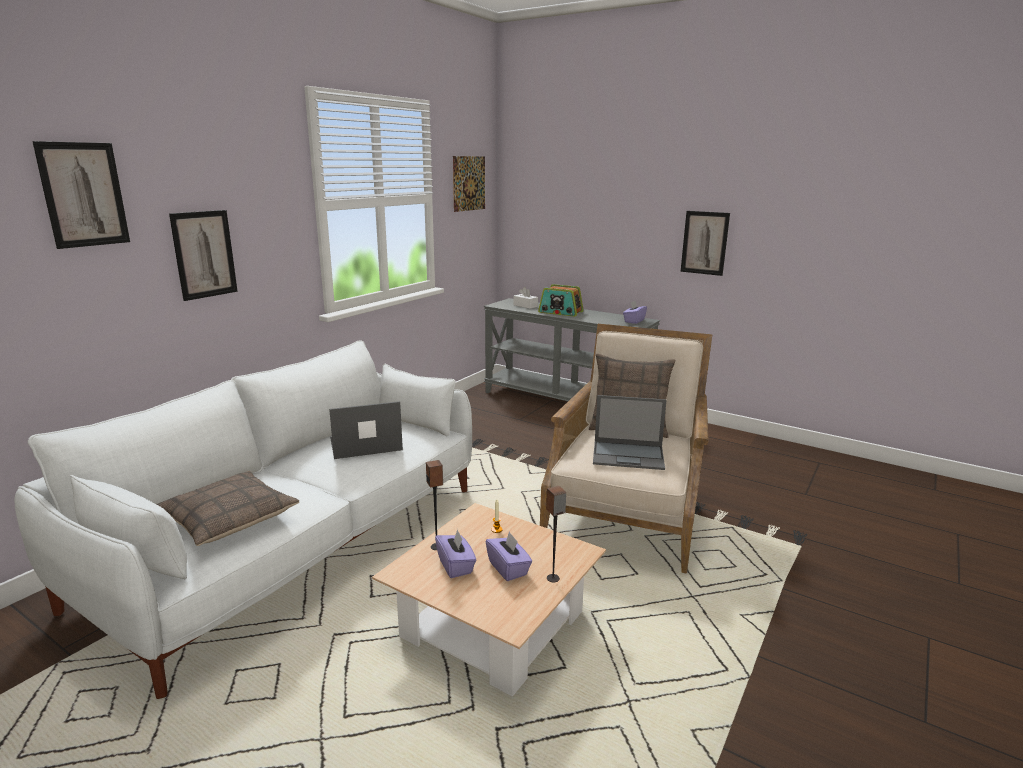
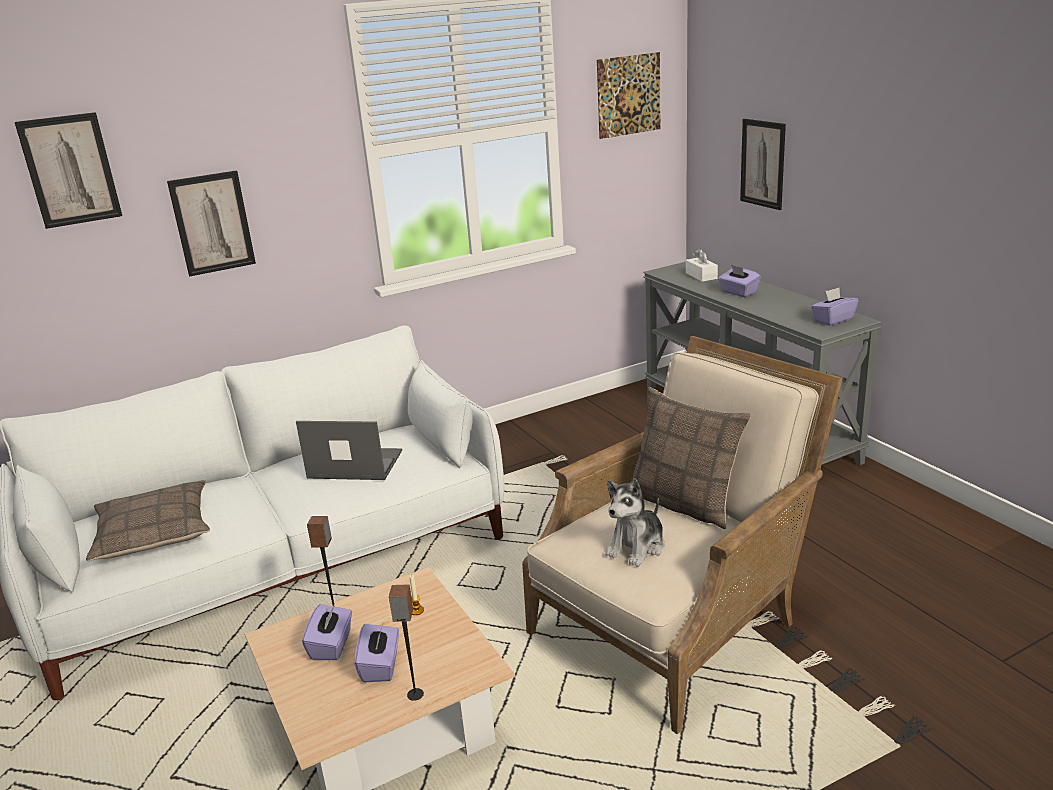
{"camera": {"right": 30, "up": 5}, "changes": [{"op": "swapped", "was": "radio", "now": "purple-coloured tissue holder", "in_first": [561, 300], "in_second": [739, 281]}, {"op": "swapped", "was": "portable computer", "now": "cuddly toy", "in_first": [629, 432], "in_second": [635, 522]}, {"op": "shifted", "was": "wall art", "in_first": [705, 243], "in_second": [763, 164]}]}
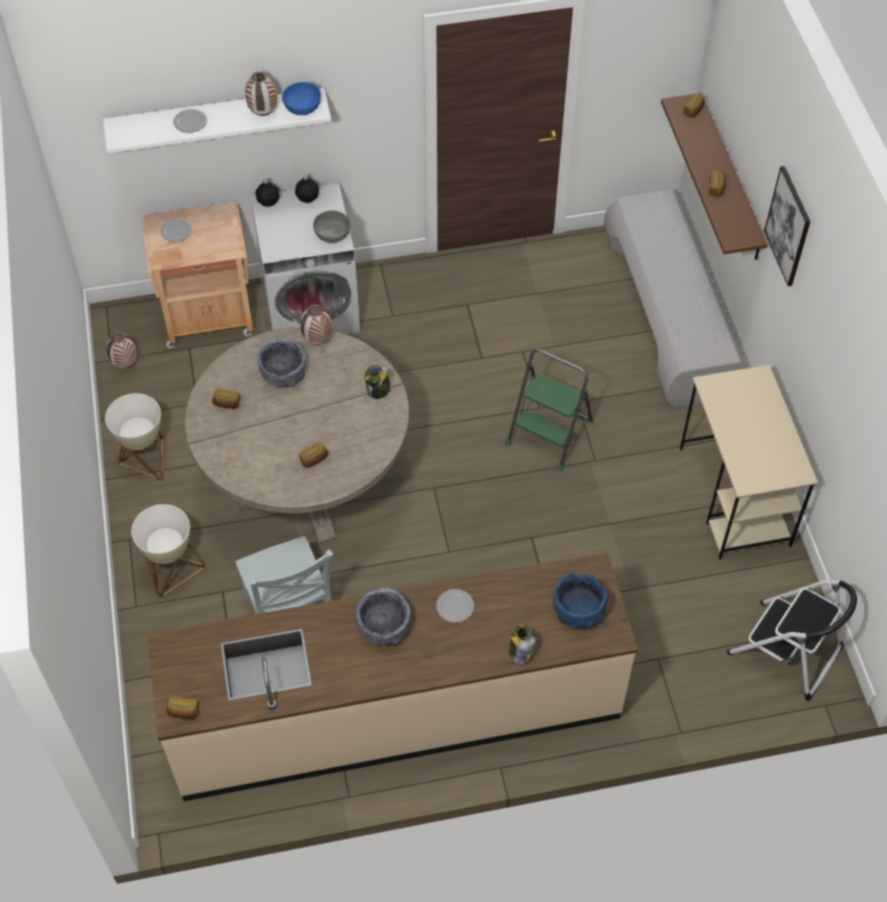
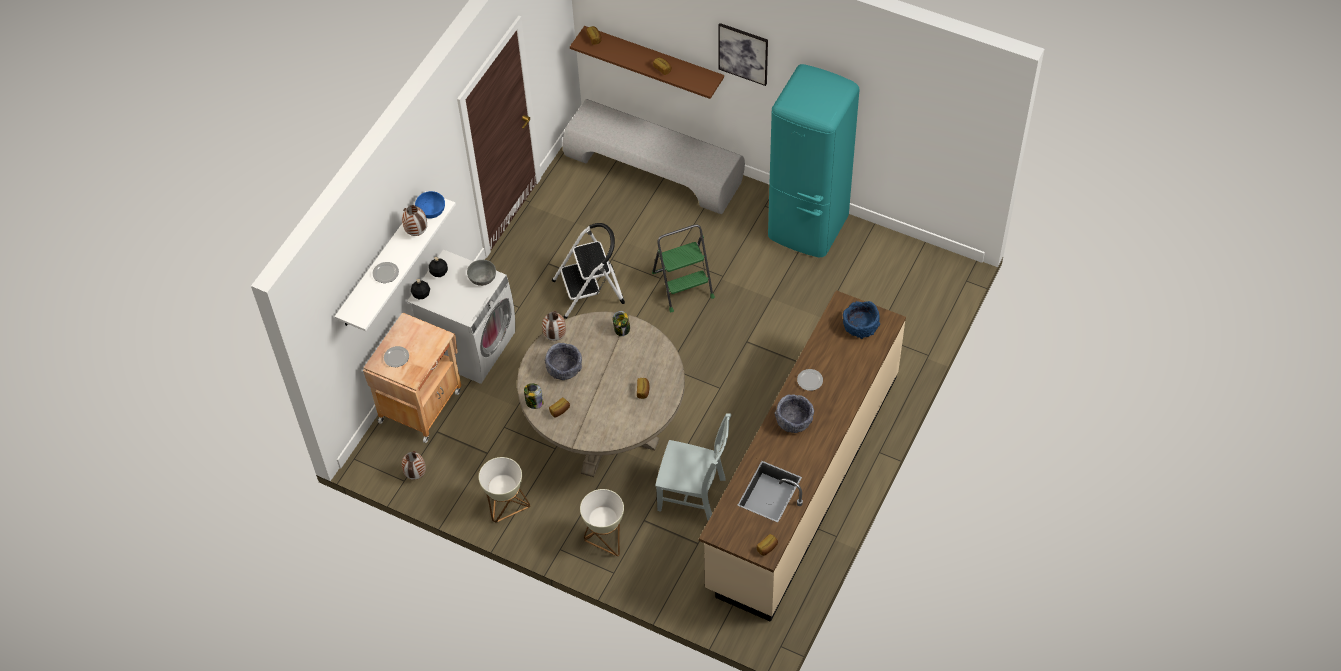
{"camera": {"right": -50, "up": 0}, "changes": [{"op": "shifted", "was": "jar", "in_first": [522, 645], "in_second": [534, 396]}, {"op": "swapped", "was": "beige-coloured desk", "now": "turquoise-coloured refrigerator", "in_first": [749, 462], "in_second": [814, 160]}, {"op": "shifted", "was": "stepladder", "in_first": [792, 640], "in_second": [588, 271]}]}
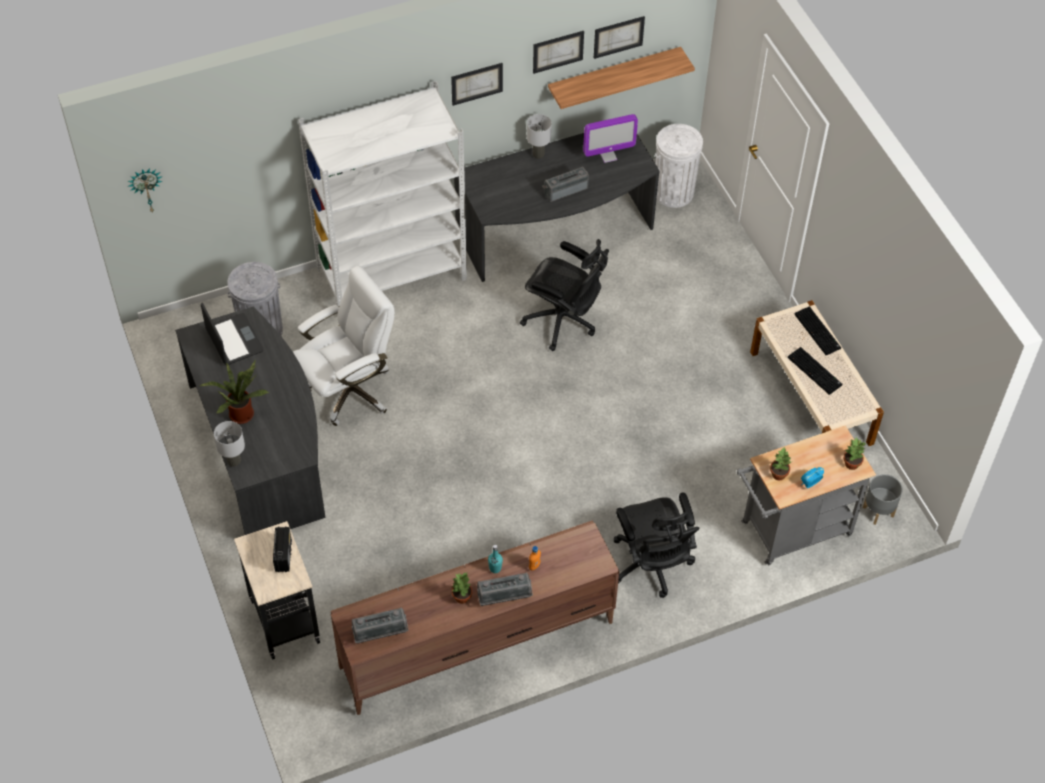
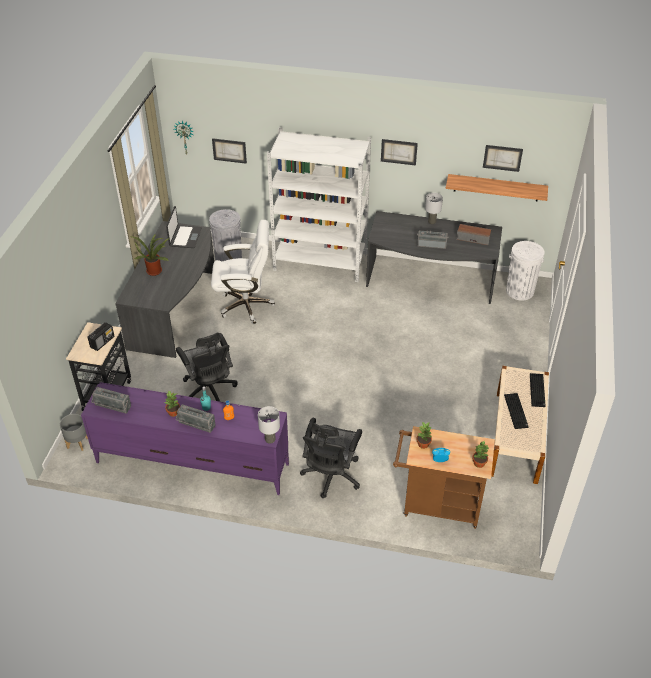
{"camera": {"right": 35, "up": -10}, "changes": [{"op": "shifted", "was": "white-coloured lamp for a table", "in_first": [229, 444], "in_second": [269, 425]}, {"op": "repainted", "was": "brown cabinet", "now": "purple-coloured cabinet", "in_first": [475, 617], "in_second": [185, 438]}, {"op": "shifted", "was": "office chair", "in_first": [564, 295], "in_second": [207, 367]}, {"op": "shifted", "was": "wall art", "in_first": [558, 52], "in_second": [229, 151]}, {"op": "swapped", "was": "computer screen", "now": "audio speaker", "in_first": [610, 138], "in_second": [473, 234]}, {"op": "repainted", "was": "grey cart", "now": "brown cart", "in_first": [806, 495], "in_second": [444, 477]}, {"op": "shifted", "was": "grey plant pot", "in_first": [882, 499], "in_second": [74, 432]}]}
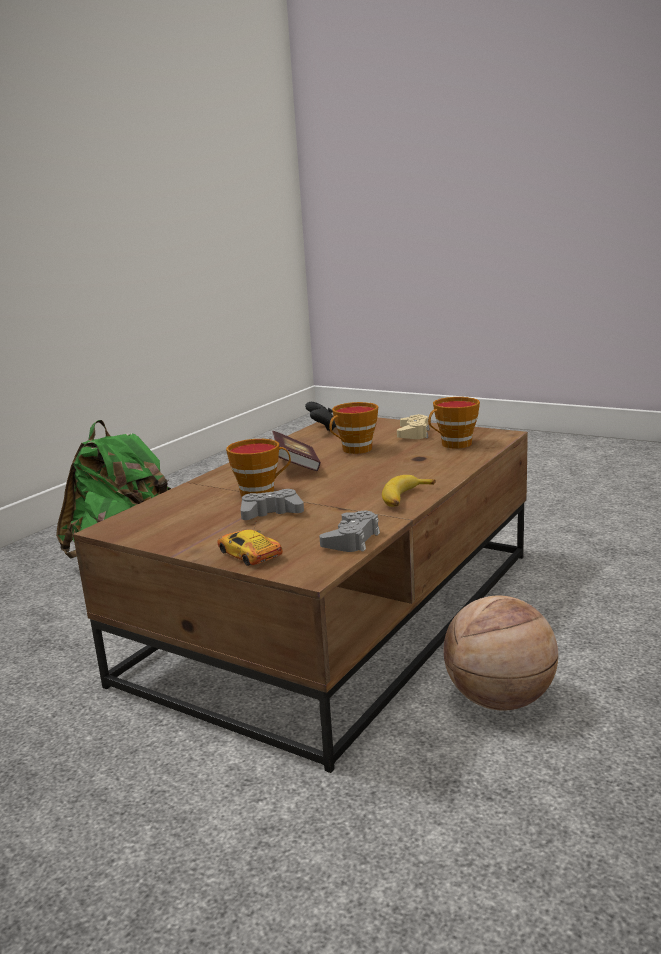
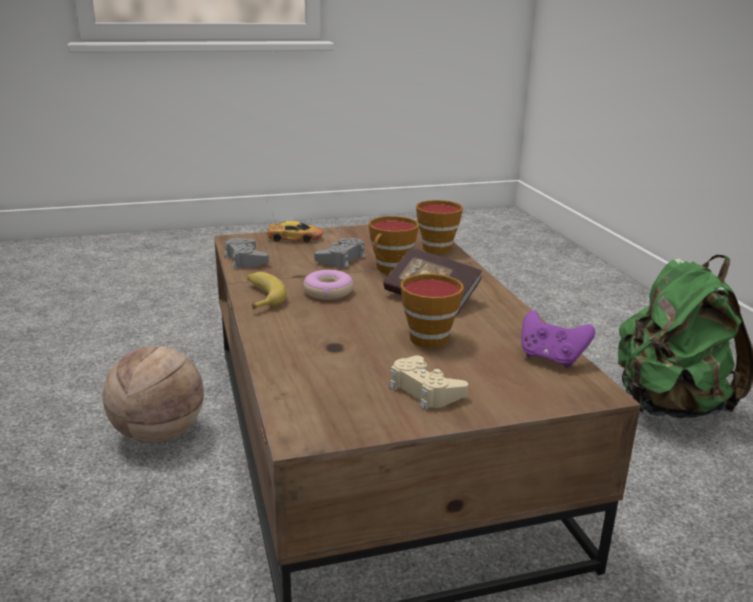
{"camera": {"right": 130, "up": 5}, "changes": [{"op": "repainted", "was": "black-coloured game controller", "now": "purple-coloured game controller", "in_first": [320, 416], "in_second": [558, 339]}, {"op": "shifted", "was": "cup", "in_first": [454, 423], "in_second": [439, 227]}, {"op": "new", "now": "ring doughnut", "in_second": [328, 285]}]}
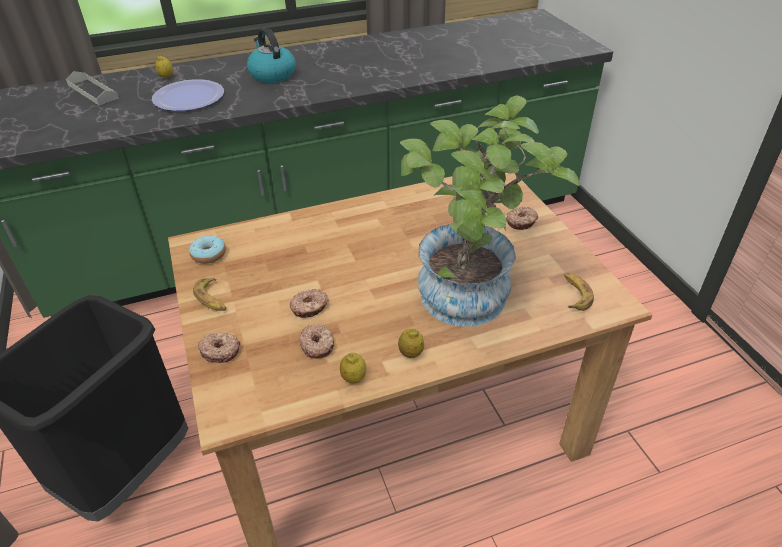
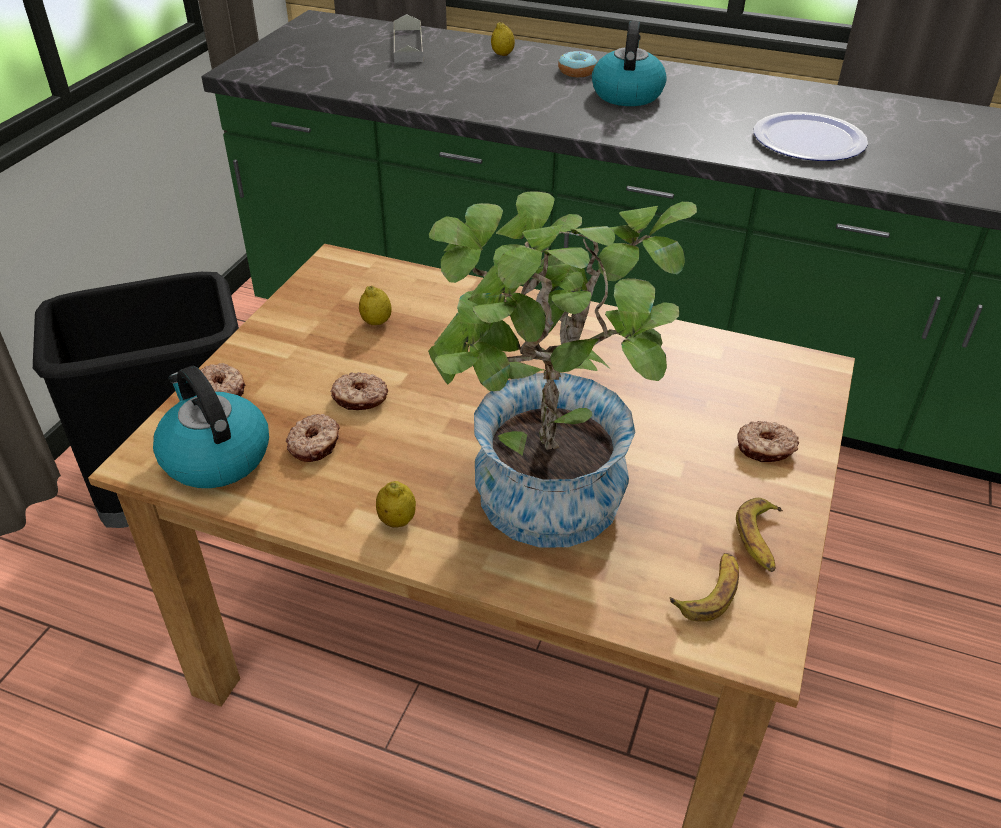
{"camera": {"right": 40, "up": 0}, "changes": [{"op": "shifted", "was": "flat dish", "in_first": [188, 95], "in_second": [811, 136]}, {"op": "shifted", "was": "ring doughnut", "in_first": [207, 250], "in_second": [577, 64]}, {"op": "shifted", "was": "banana fruit", "in_first": [209, 294], "in_second": [759, 535]}, {"op": "shifted", "was": "citrus fruit", "in_first": [353, 368], "in_second": [375, 305]}, {"op": "new", "now": "tea kettle", "in_second": [211, 427]}]}
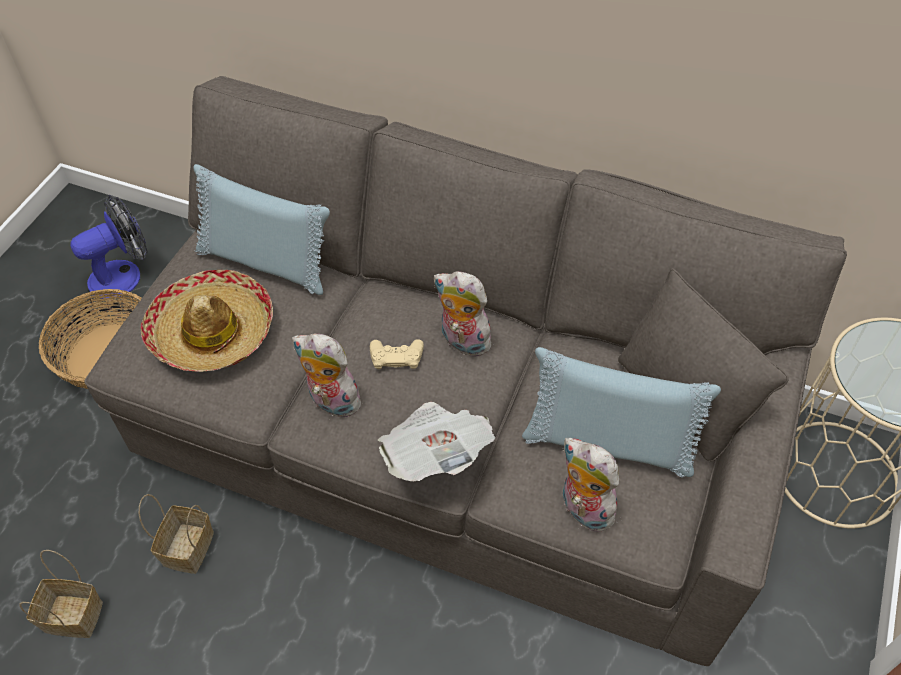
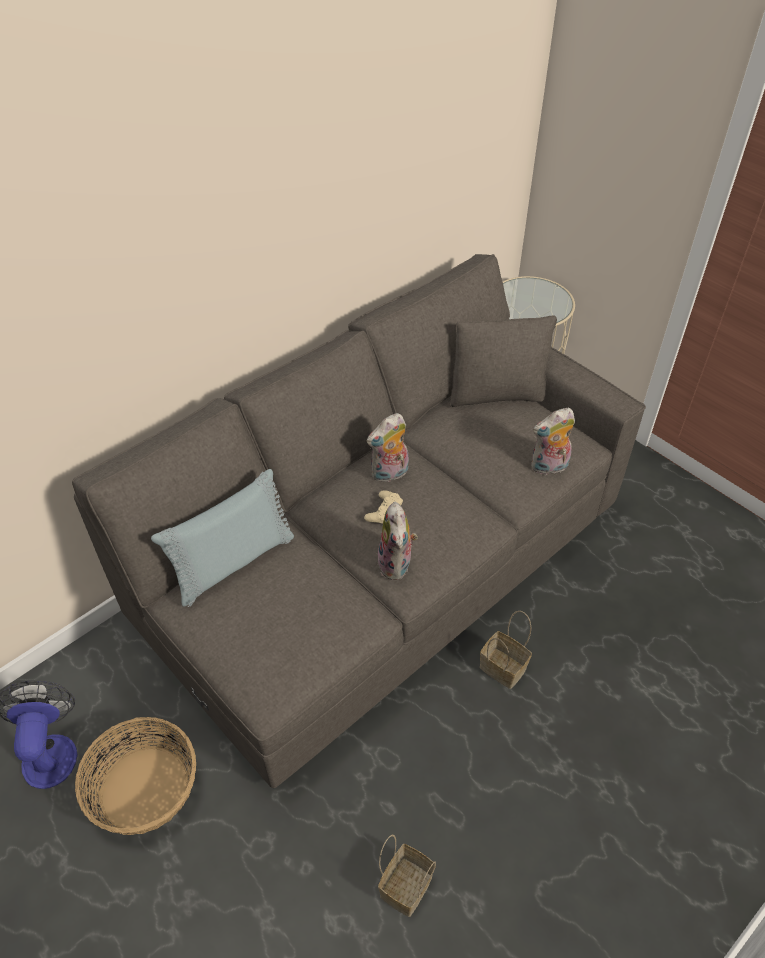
{"camera": {"right": -65, "up": -5}, "changes": [{"op": "shifted", "was": "basket", "in_first": [176, 534], "in_second": [506, 650]}, {"op": "gone", "was": "wearable hat", "in_first": [207, 321]}, {"op": "rotated", "was": "cuddly toy", "in_first": [326, 375], "in_second": [397, 541], "clockwise": -60}, {"op": "gone", "was": "newspaper", "in_first": [436, 441]}, {"op": "gone", "was": "blue-coloured pillow", "in_first": [621, 412]}]}
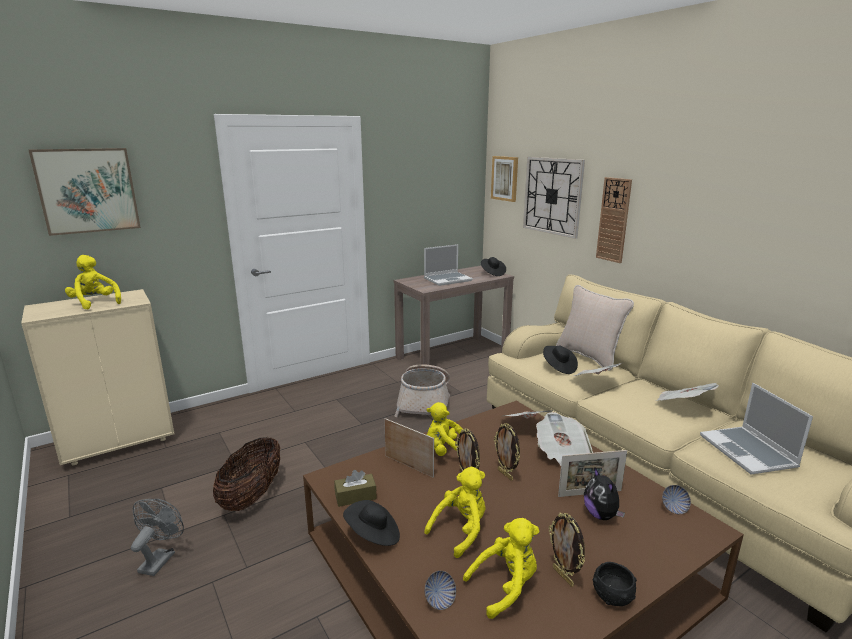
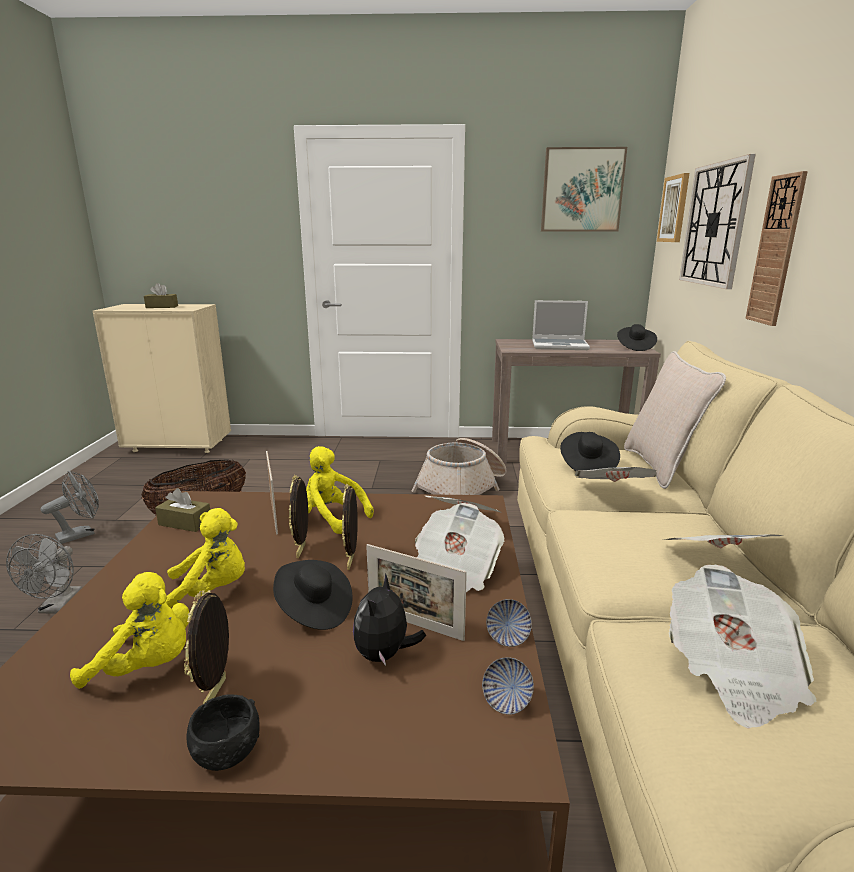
{"camera": {"right": 35, "up": 0}, "changes": [{"op": "shifted", "was": "wall art", "in_first": [85, 192], "in_second": [584, 189]}, {"op": "swapped", "was": "yellow cuddly toy", "now": "brown tissue holder", "in_first": [93, 282], "in_second": [161, 295]}, {"op": "shifted", "was": "black-coloured wearable hat", "in_first": [371, 523], "in_second": [313, 595]}, {"op": "shifted", "was": "serving bowl", "in_first": [440, 590], "in_second": [509, 623]}, {"op": "swapped", "was": "portable computer", "now": "newspaper", "in_first": [756, 428], "in_second": [742, 647]}, {"op": "new", "now": "grey fan", "in_second": [44, 574]}]}
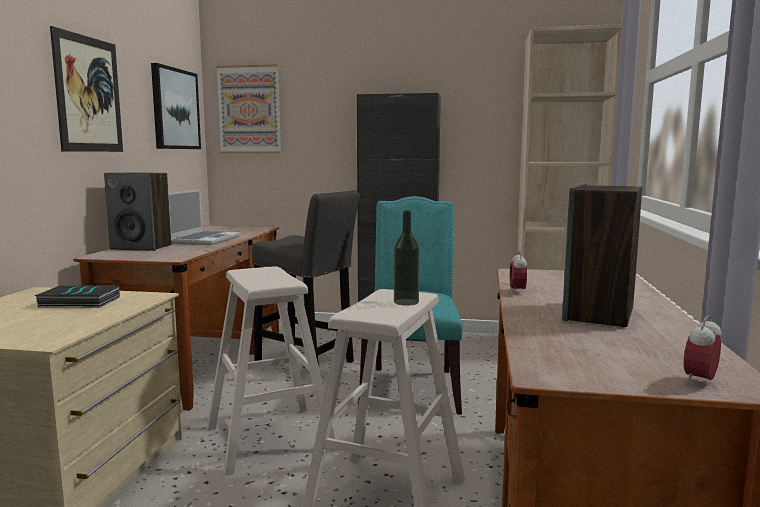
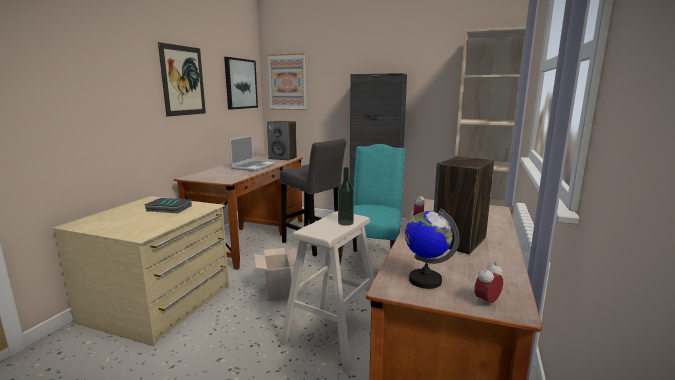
{"camera": {"right": 10, "up": 5}, "changes": [{"op": "shifted", "was": "audio speaker", "in_first": [137, 211], "in_second": [282, 140]}, {"op": "swapped", "was": "beige-coloured stool seat", "now": "cardboard box", "in_first": [271, 370], "in_second": [275, 274]}, {"op": "new", "now": "world globe", "in_second": [432, 249]}]}
